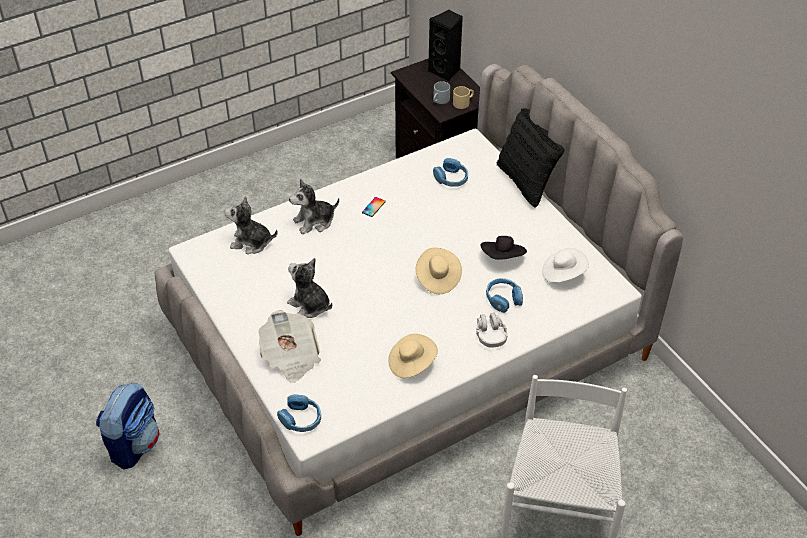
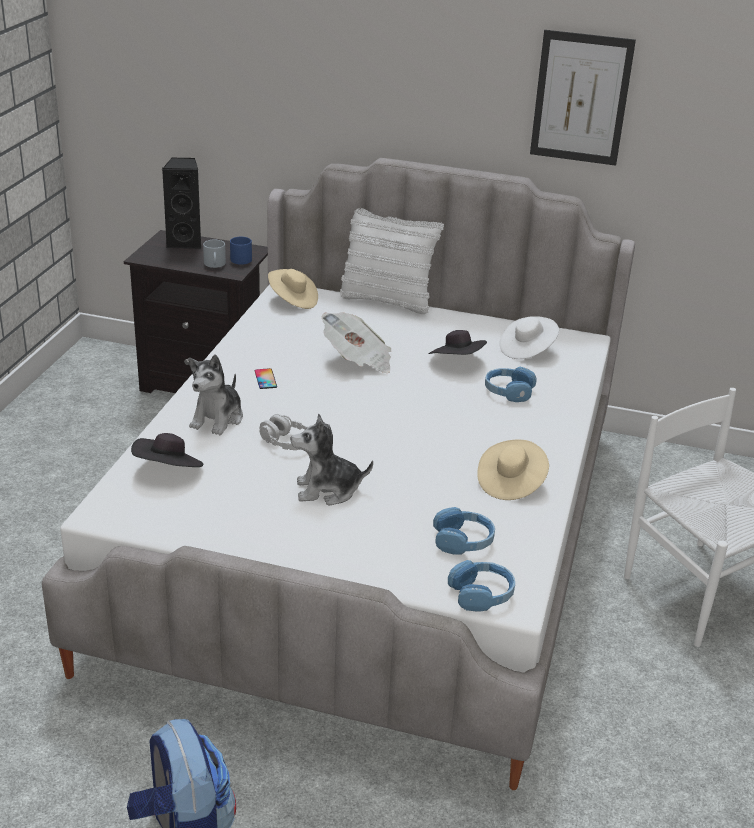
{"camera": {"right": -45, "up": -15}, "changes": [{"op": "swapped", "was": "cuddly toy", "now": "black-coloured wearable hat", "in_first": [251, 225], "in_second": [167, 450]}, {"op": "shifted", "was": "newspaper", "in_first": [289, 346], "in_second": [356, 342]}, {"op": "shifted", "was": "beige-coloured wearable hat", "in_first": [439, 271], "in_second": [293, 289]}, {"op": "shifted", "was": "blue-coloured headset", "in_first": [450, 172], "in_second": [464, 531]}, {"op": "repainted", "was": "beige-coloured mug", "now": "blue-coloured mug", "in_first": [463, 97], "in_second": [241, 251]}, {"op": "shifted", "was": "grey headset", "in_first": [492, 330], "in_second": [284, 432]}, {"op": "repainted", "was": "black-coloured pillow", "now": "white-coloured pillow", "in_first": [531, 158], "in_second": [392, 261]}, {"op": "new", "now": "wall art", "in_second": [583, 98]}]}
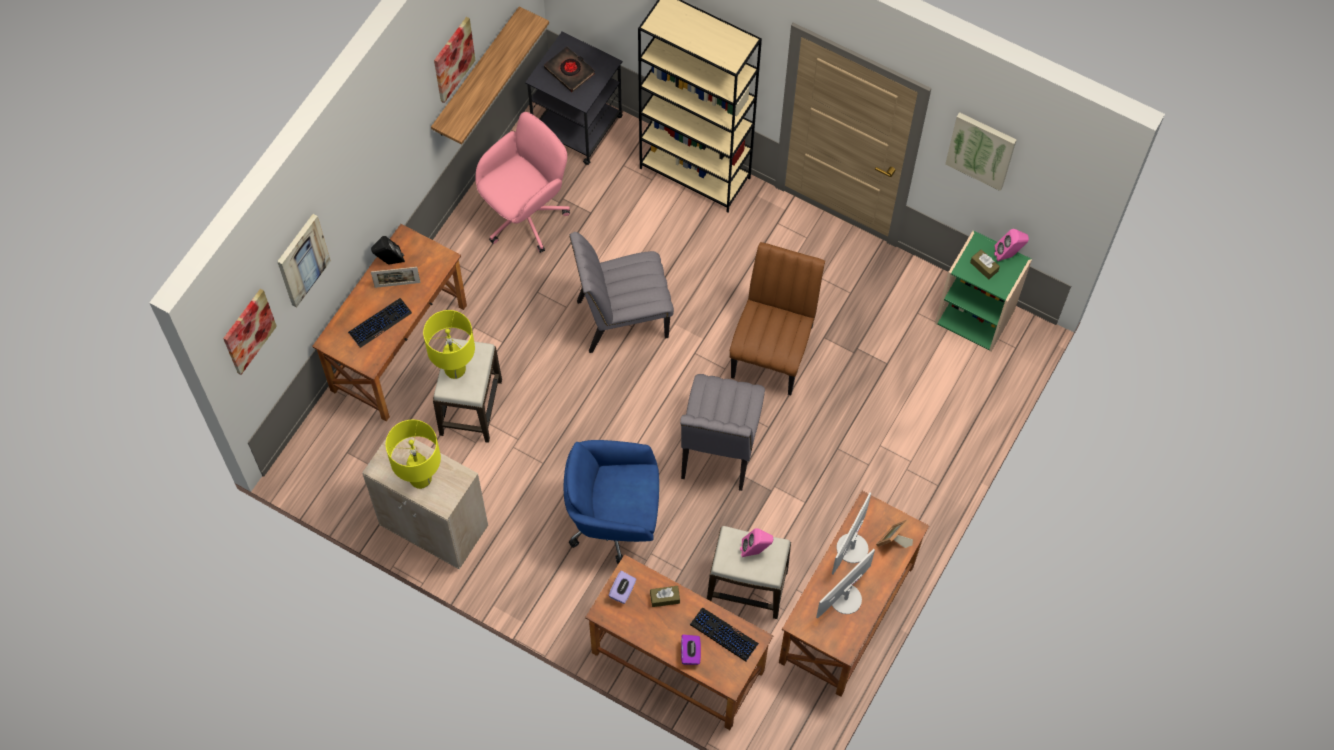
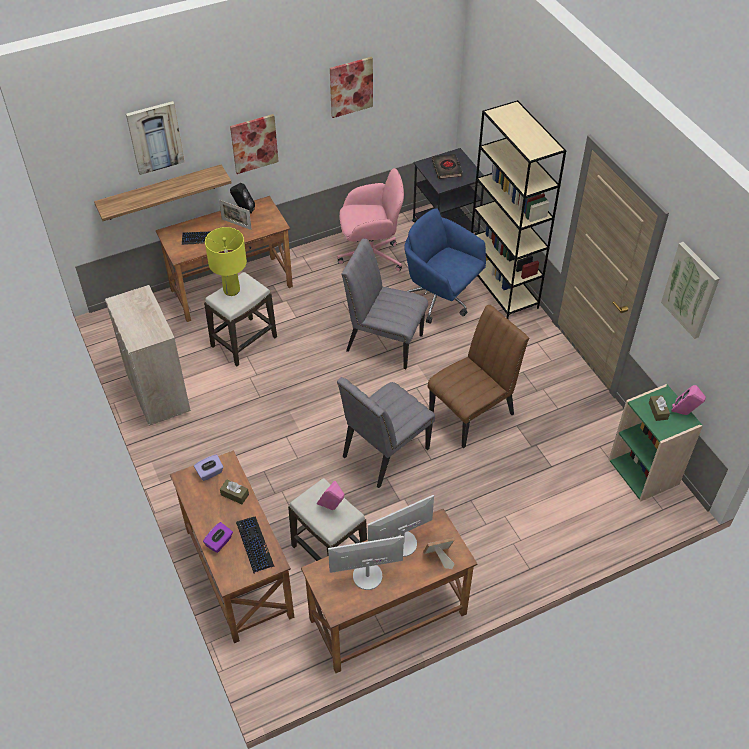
{"camera": {"right": 35, "up": -15}, "changes": [{"op": "shifted", "was": "wall art", "in_first": [250, 332], "in_second": [254, 144]}, {"op": "gone", "was": "yellow lamp for a table", "in_first": [413, 454]}, {"op": "shifted", "was": "wall shelf", "in_first": [490, 75], "in_second": [163, 192]}, {"op": "shifted", "was": "blue-coloured office chair", "in_first": [611, 502], "in_second": [445, 266]}]}
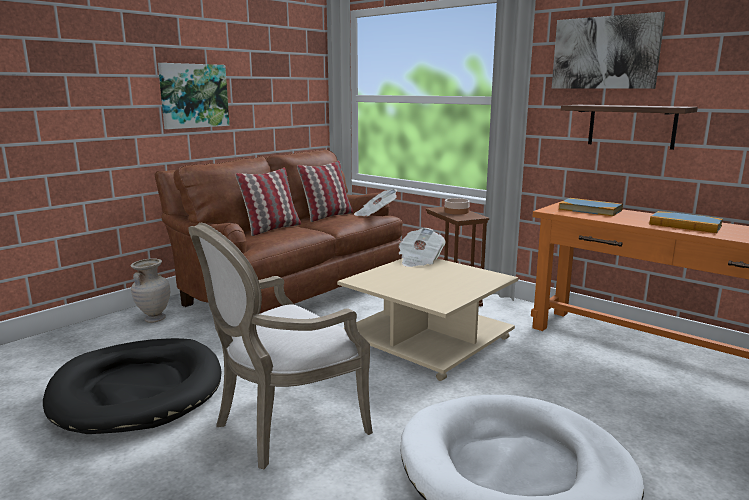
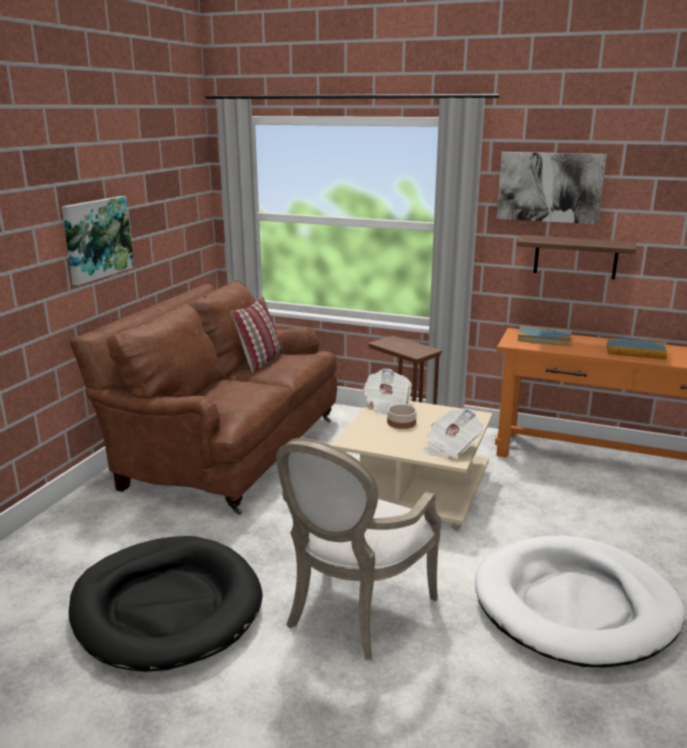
{"camera": {"right": -20, "up": 5}, "changes": [{"op": "gone", "was": "beige-coloured flower vase", "in_first": [150, 290]}, {"op": "gone", "was": "pillow", "in_first": [268, 202]}, {"op": "shifted", "was": "newspaper", "in_first": [376, 202], "in_second": [453, 434]}, {"op": "shifted", "was": "serving bowl", "in_first": [457, 206], "in_second": [402, 416]}]}
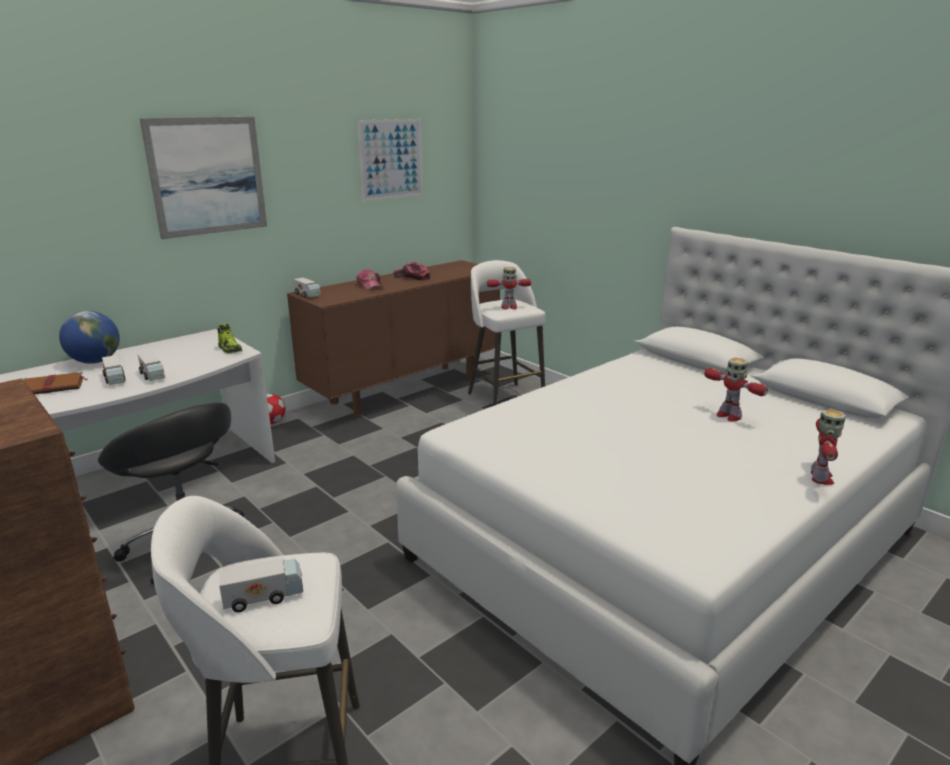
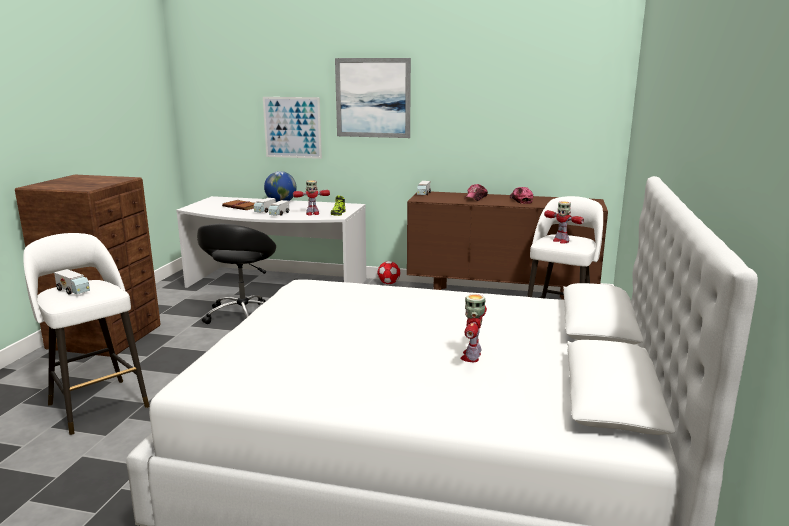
{"camera": {"right": 55, "up": -5}, "changes": [{"op": "shifted", "was": "wall art", "in_first": [390, 160], "in_second": [292, 128]}, {"op": "shifted", "was": "robot figure", "in_first": [828, 447], "in_second": [311, 197]}]}
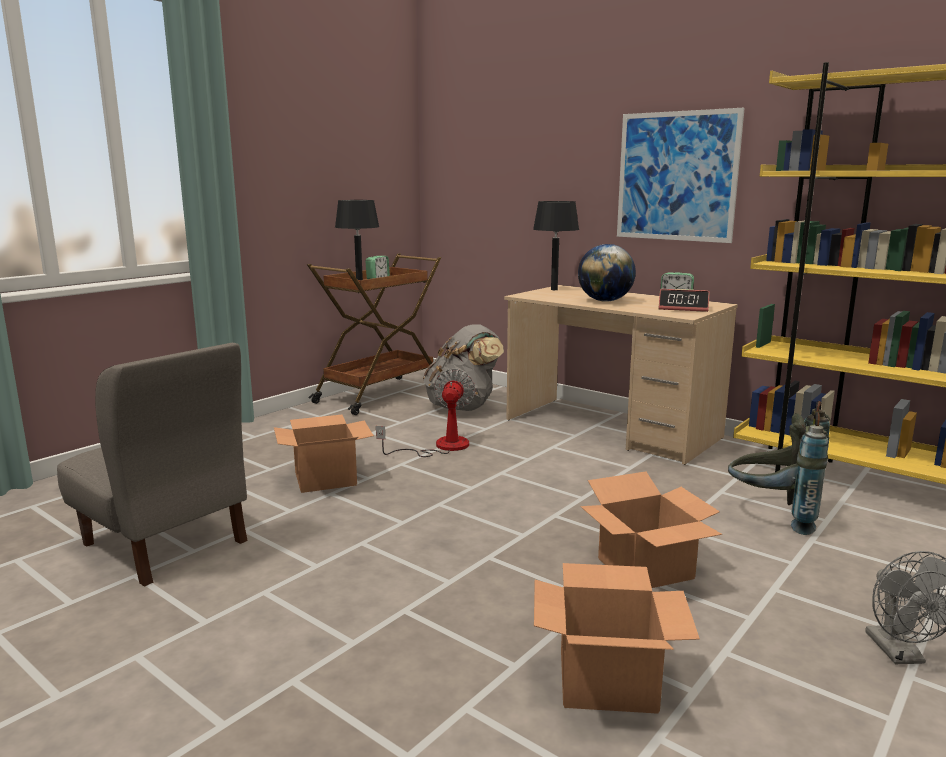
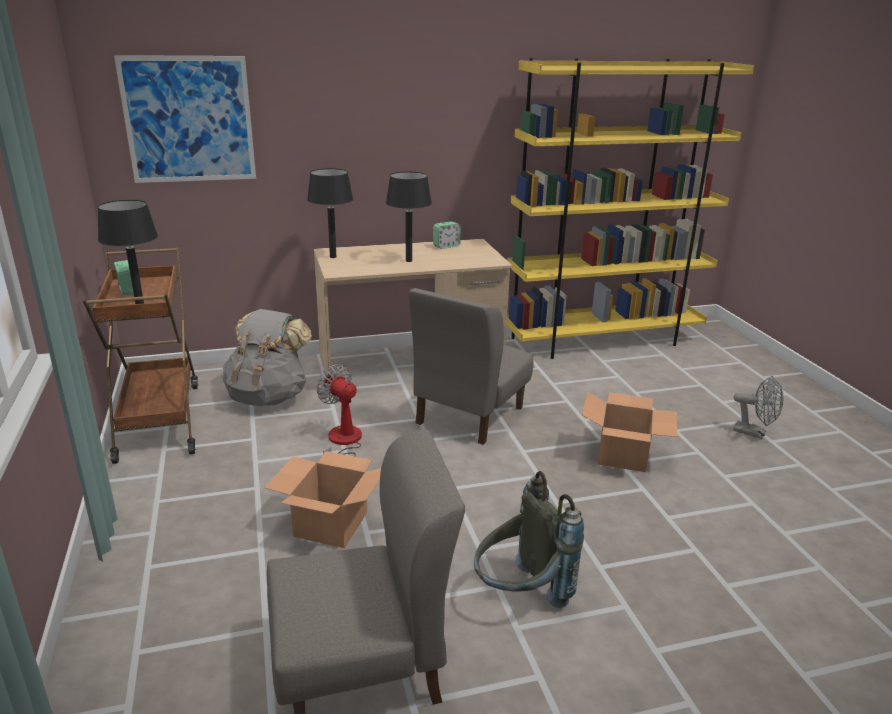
{"camera": {"right": -55, "up": 10}, "changes": [{"op": "gone", "was": "cardboard box", "in_first": [617, 638]}, {"op": "swapped", "was": "world globe", "now": "black-coloured lamp for a table", "in_first": [607, 273], "in_second": [409, 217]}, {"op": "shifted", "was": "wall art", "in_first": [681, 175], "in_second": [185, 119]}, {"op": "gone", "was": "bedside clock", "in_first": [684, 300]}, {"op": "shifted", "was": "grey knapsack", "in_first": [779, 468], "in_second": [529, 539]}, {"op": "new", "now": "grey plain chair", "in_second": [471, 366]}]}
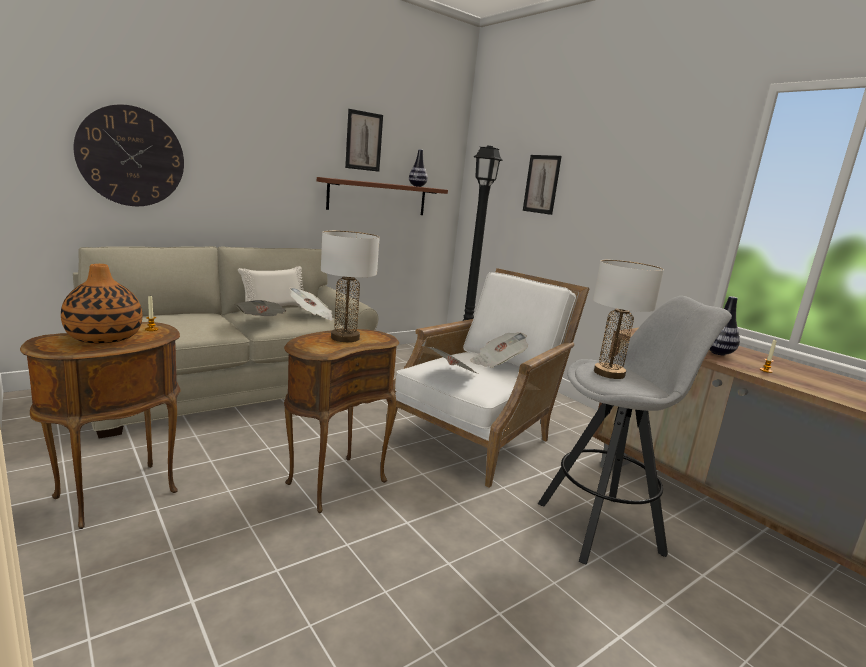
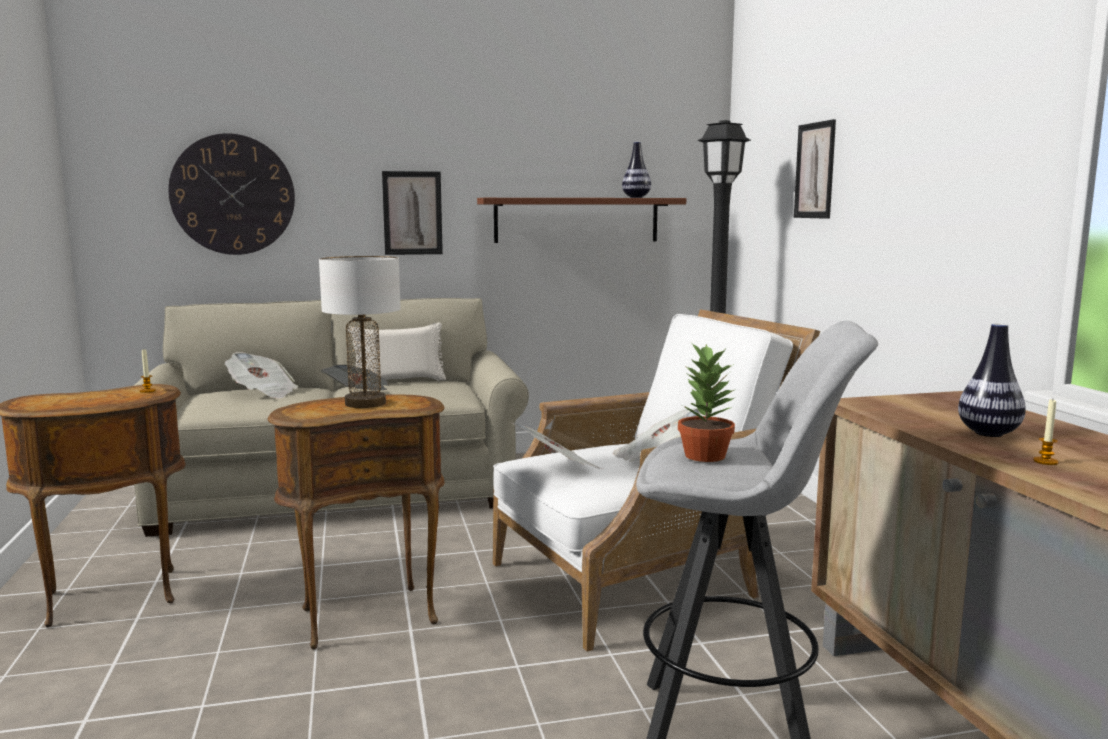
{"camera": {"right": 25, "up": -5}, "changes": [{"op": "gone", "was": "flower vase", "in_first": [101, 303]}, {"op": "shifted", "was": "newspaper", "in_first": [311, 304], "in_second": [261, 375]}, {"op": "shifted", "was": "wall art", "in_first": [364, 140], "in_second": [412, 213]}, {"op": "swapped", "was": "lamp for a table", "now": "houseplant", "in_first": [628, 319], "in_second": [706, 403]}]}
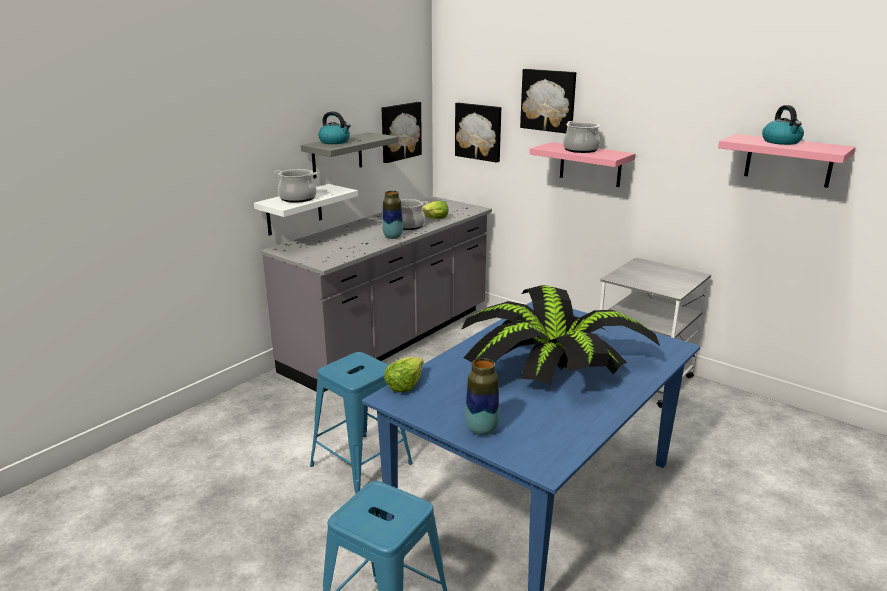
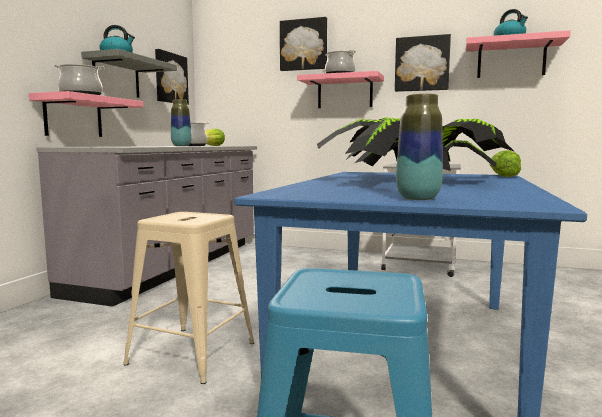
{"camera": {"right": -20, "up": -15}, "changes": [{"op": "repainted", "was": "white-coloured wall shelf", "now": "pinkish wall shelf", "in_first": [306, 210], "in_second": [86, 114]}, {"op": "repainted", "was": "blue-coloured stool seat", "now": "beige-coloured stool seat", "in_first": [361, 423], "in_second": [188, 298]}, {"op": "shifted", "was": "head of lettuce", "in_first": [404, 375], "in_second": [505, 163]}, {"op": "shifted", "was": "wall art", "in_first": [478, 133], "in_second": [423, 63]}]}
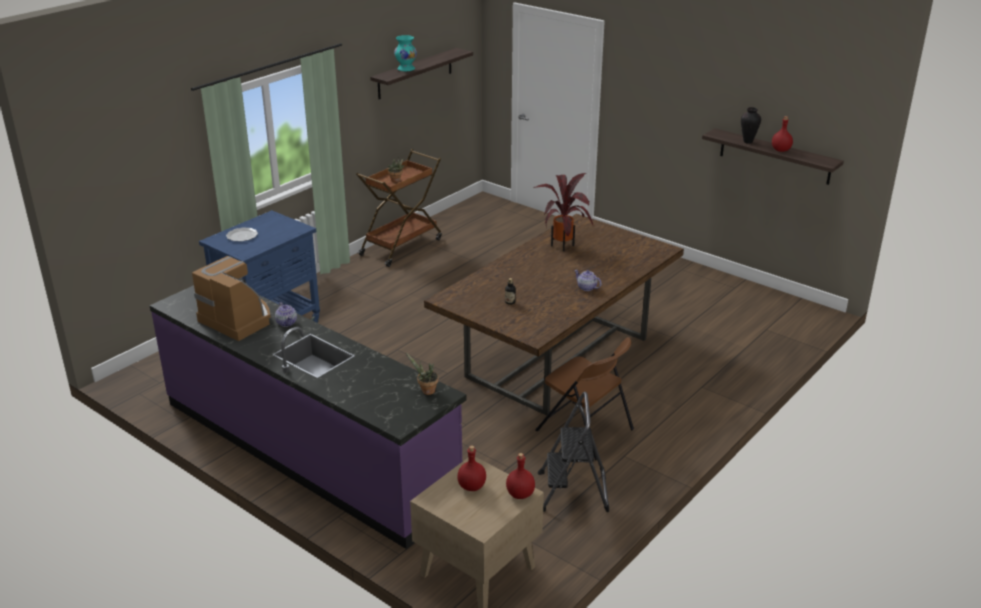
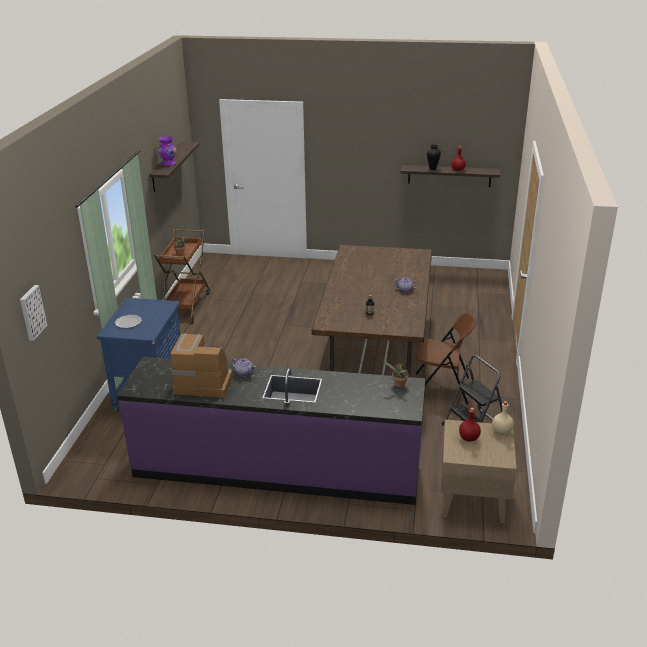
{"camera": {"right": -30, "up": 0}, "changes": [{"op": "repainted", "was": "turquoise-coloured flower vase", "now": "purple-coloured flower vase", "in_first": [405, 53], "in_second": [167, 151]}, {"op": "repainted", "was": "red beverage bottle", "now": "beige-coloured beverage bottle", "in_first": [520, 476], "in_second": [503, 418]}, {"op": "gone", "was": "houseplant", "in_first": [563, 212]}, {"op": "new", "now": "wall art", "in_second": [33, 313]}]}
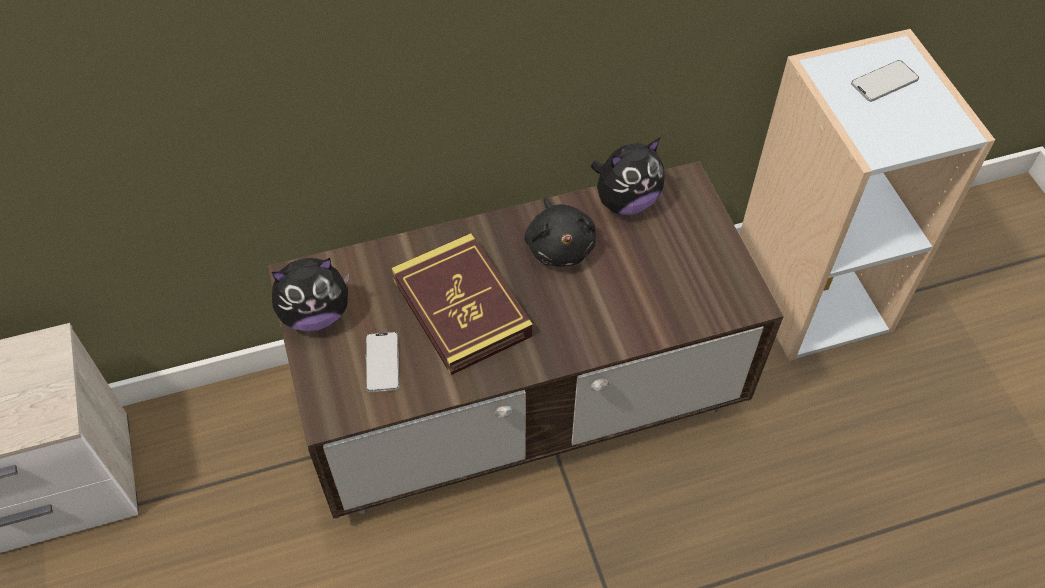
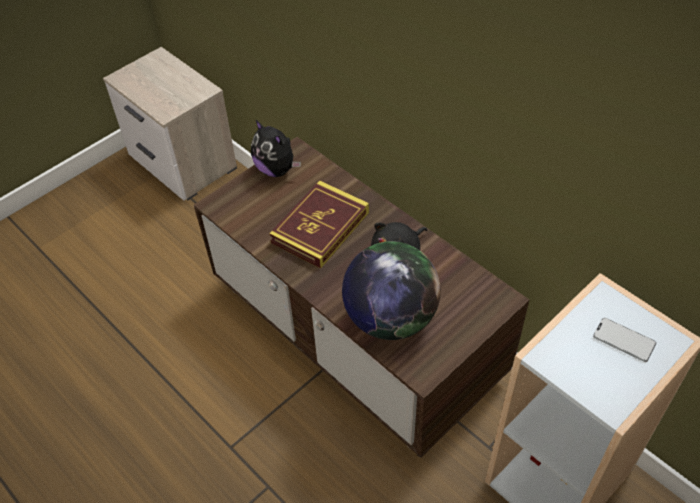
{"camera": {"right": 65, "up": -5}, "changes": [{"op": "gone", "was": "phone", "in_first": [382, 362]}, {"op": "gone", "was": "cuddly toy", "in_first": [628, 176]}, {"op": "new", "now": "world globe", "in_second": [391, 290]}]}
